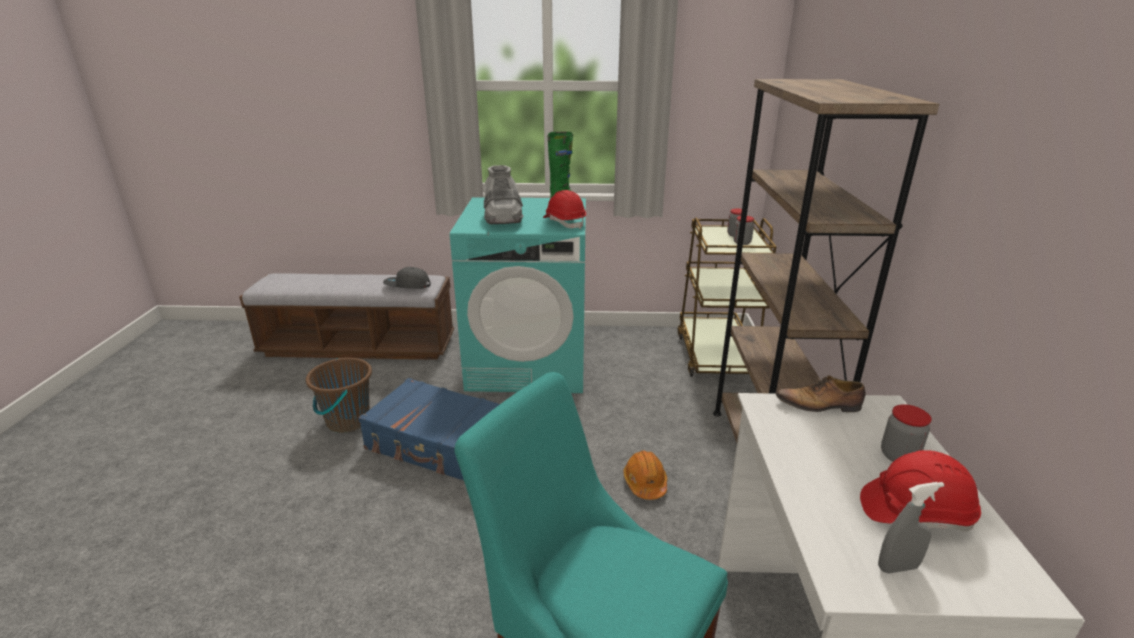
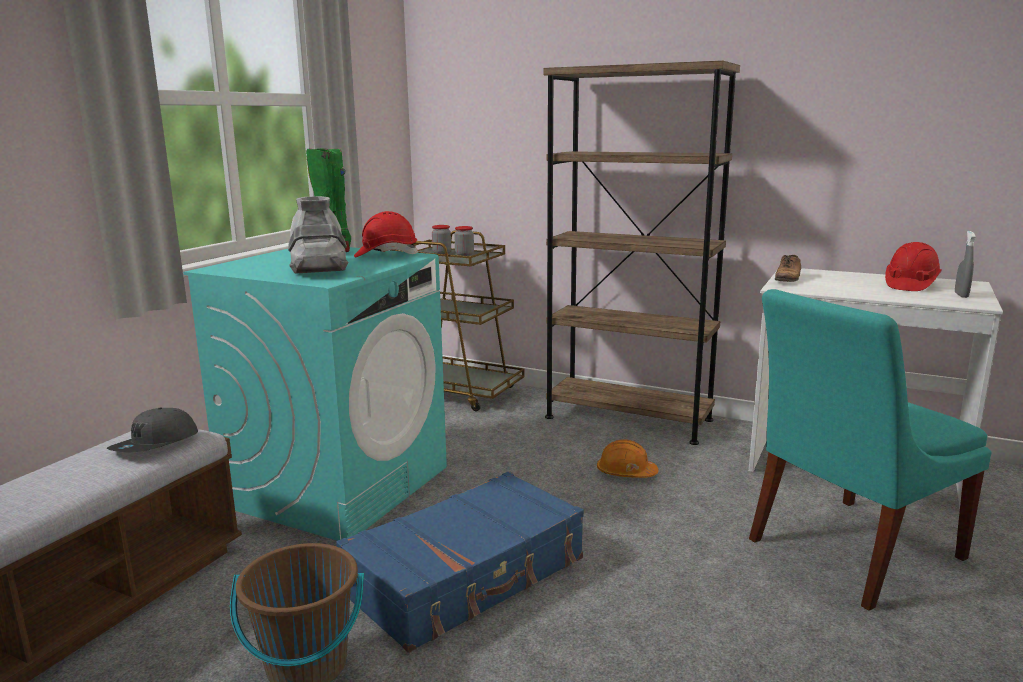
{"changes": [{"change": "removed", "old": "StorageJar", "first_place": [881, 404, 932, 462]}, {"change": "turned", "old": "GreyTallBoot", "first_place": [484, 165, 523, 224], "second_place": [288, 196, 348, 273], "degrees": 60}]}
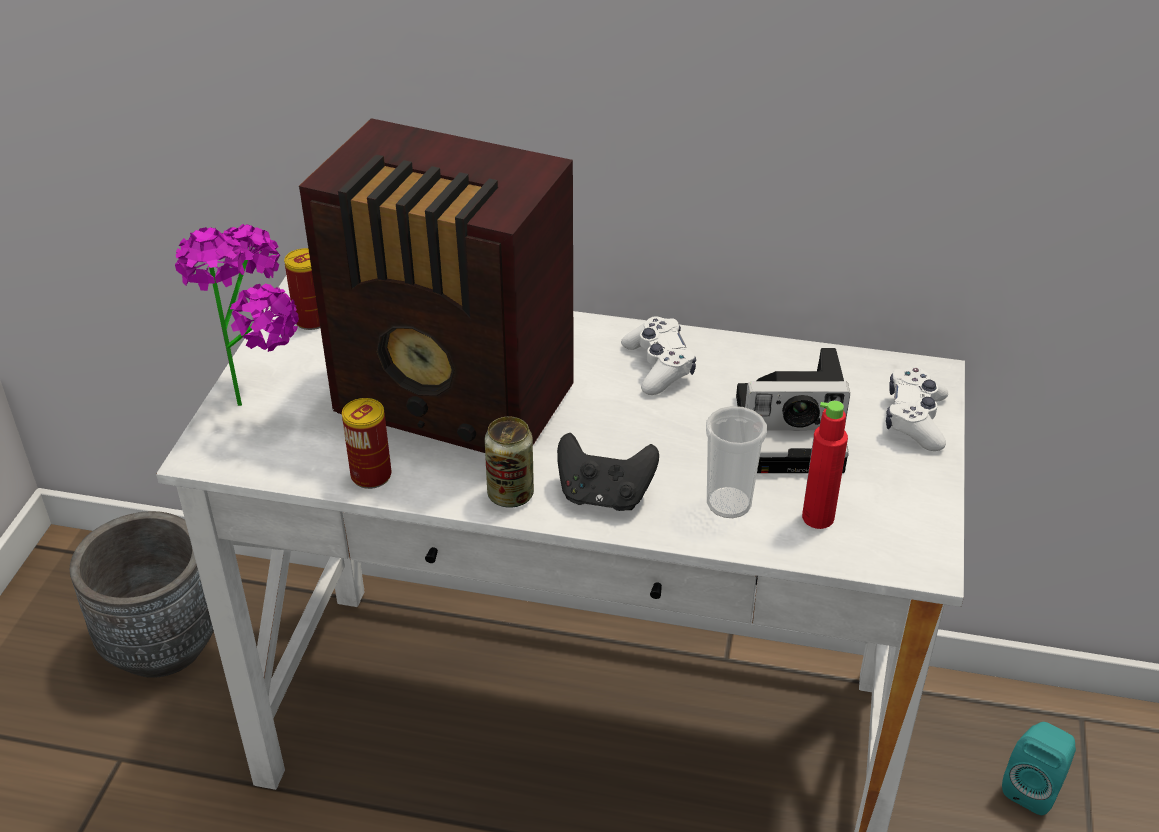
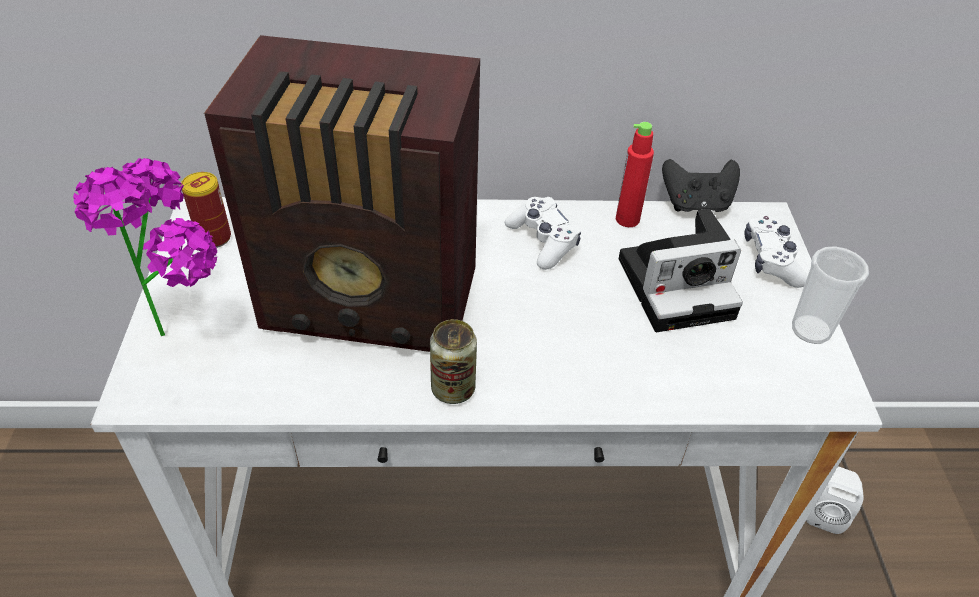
{"changes": [{"change": "removed", "old": "GreyPlantPot", "first_place": [70, 511, 214, 678]}, {"change": "removed", "old": "MetalCan", "first_place": [342, 398, 391, 489]}, {"change": "moved", "old": "BlackishJoypad", "first_place": [557, 433, 659, 511], "second_place": [662, 159, 740, 212]}, {"change": "moved", "old": "SmallCup", "first_place": [706, 406, 767, 518], "second_place": [792, 246, 869, 344]}, {"change": "moved", "old": "ReddishDrinkBottle", "first_place": [802, 401, 848, 529], "second_place": [616, 122, 654, 227]}, {"change": "recoloured", "old": "TurquoiseSpeaker", "new": "WhitishSpeaker", "first_place": [1002, 722, 1076, 815], "second_place": [806, 466, 864, 534]}]}
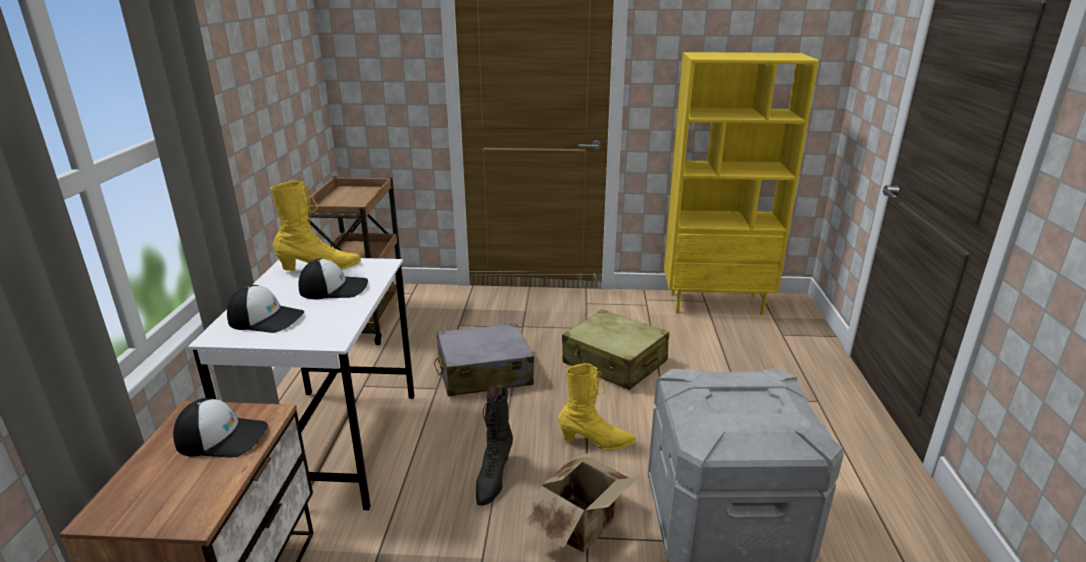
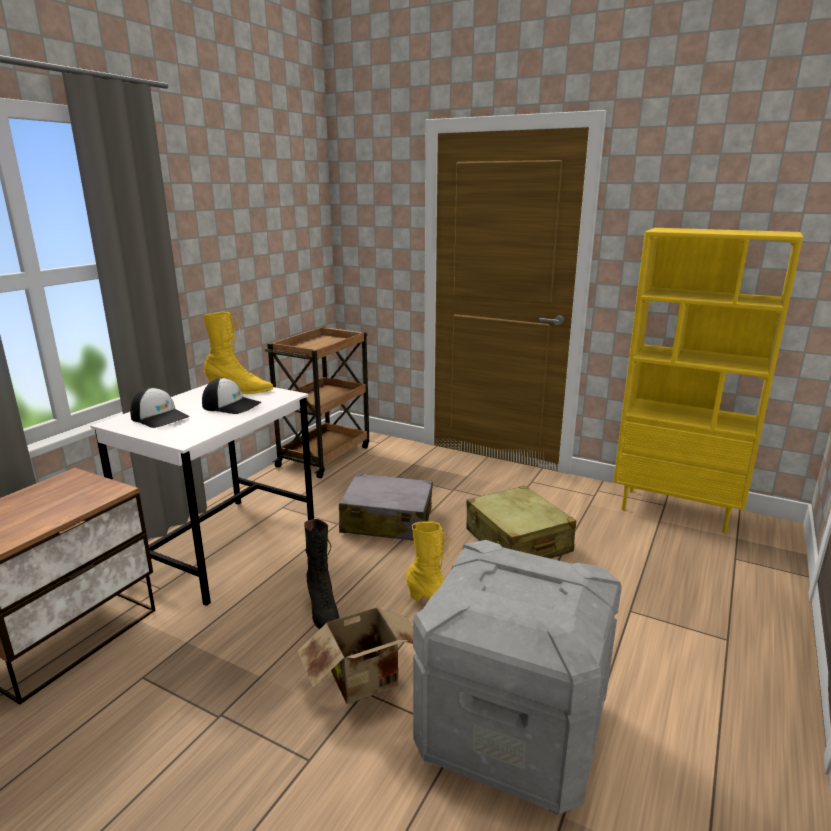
{"changes": [{"change": "removed", "old": "BaseballCap", "first_place": [173, 398, 268, 458]}, {"change": "turned", "old": "BlackishTallBoot", "first_place": [476, 385, 513, 506], "second_place": [304, 519, 339, 630], "degrees": -60}]}
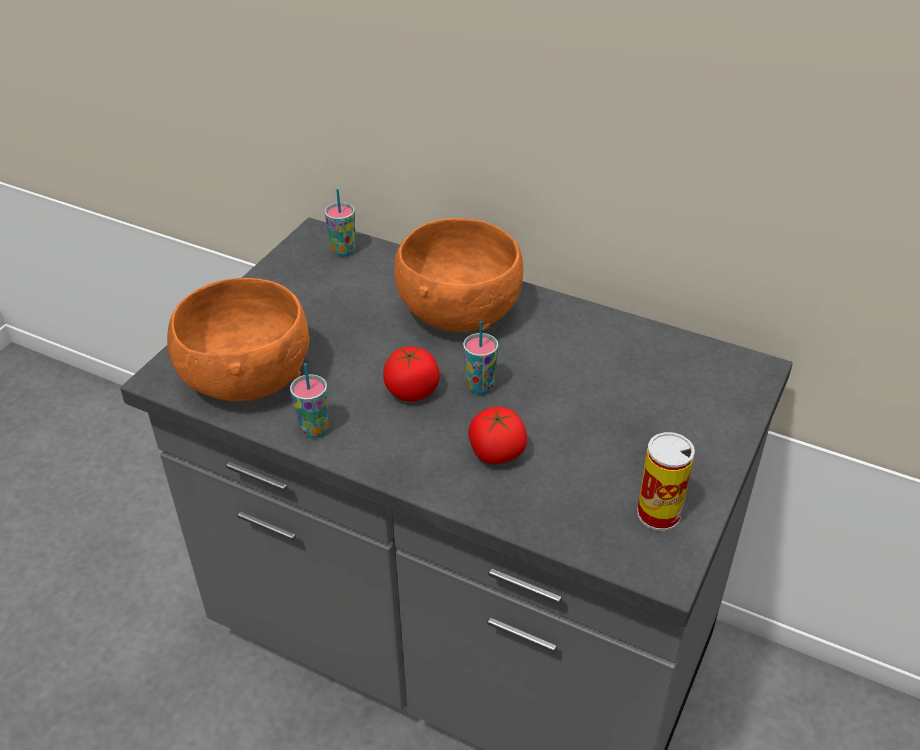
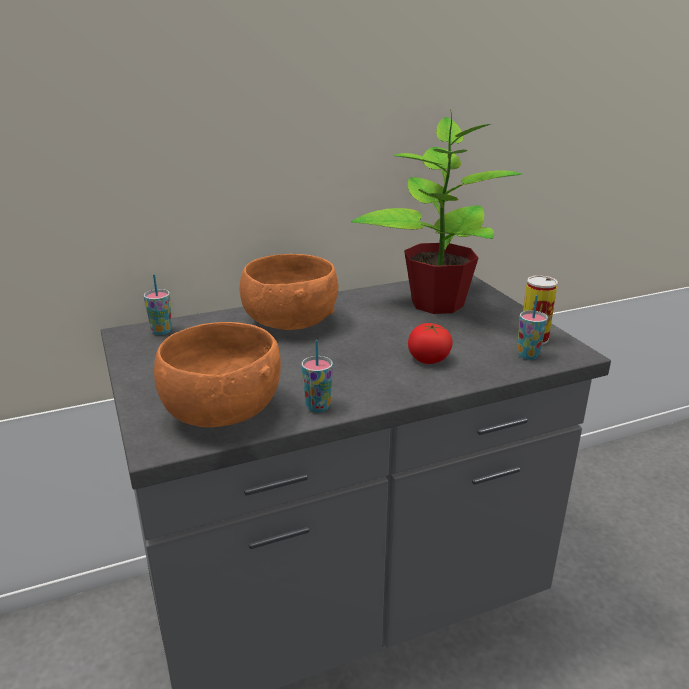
{"changes": [{"change": "removed", "old": "FreshTomato", "first_place": [383, 347, 440, 402]}, {"change": "added", "new": "Houseplant", "second_place": [351, 109, 522, 314]}, {"change": "moved", "old": "SmallCup", "first_place": [463, 321, 498, 394], "second_place": [517, 295, 548, 360]}]}
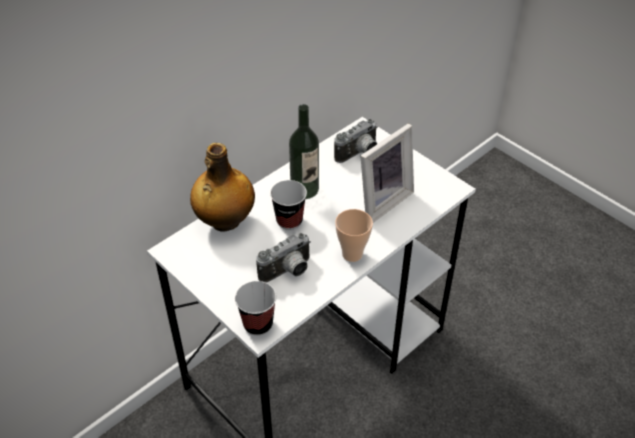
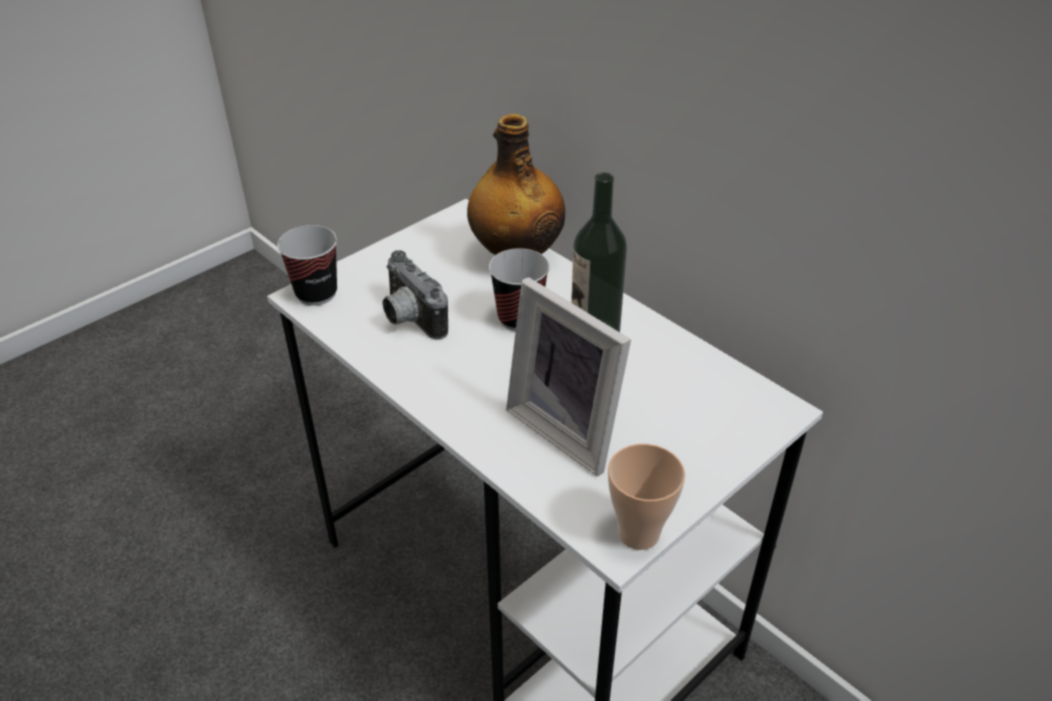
{"changes": [{"change": "removed", "old": "StillCamera", "first_place": [334, 119, 378, 163]}, {"change": "moved", "old": "SmallCup", "first_place": [335, 209, 373, 262], "second_place": [608, 444, 685, 550]}]}
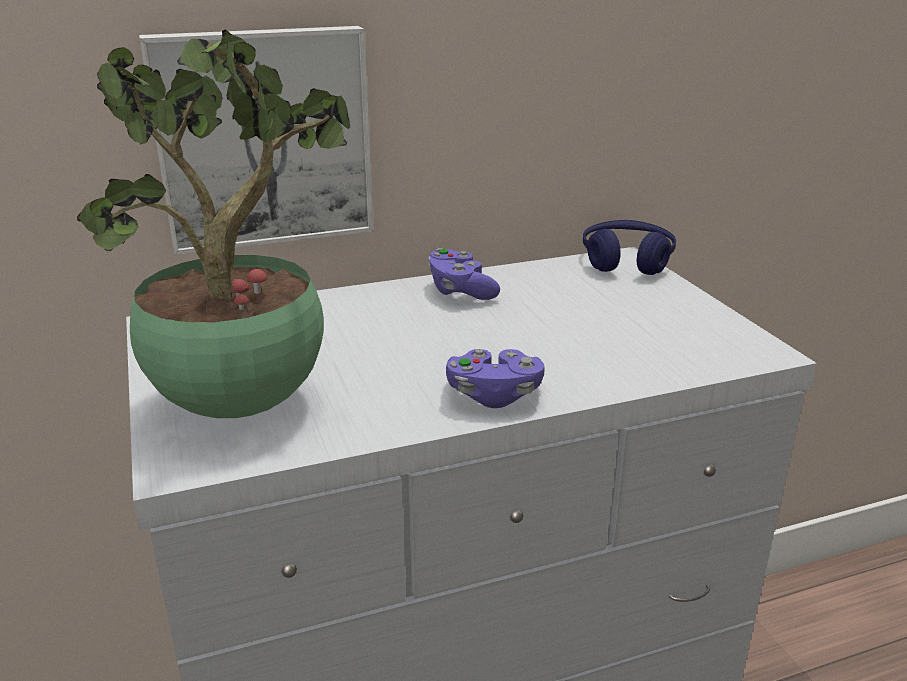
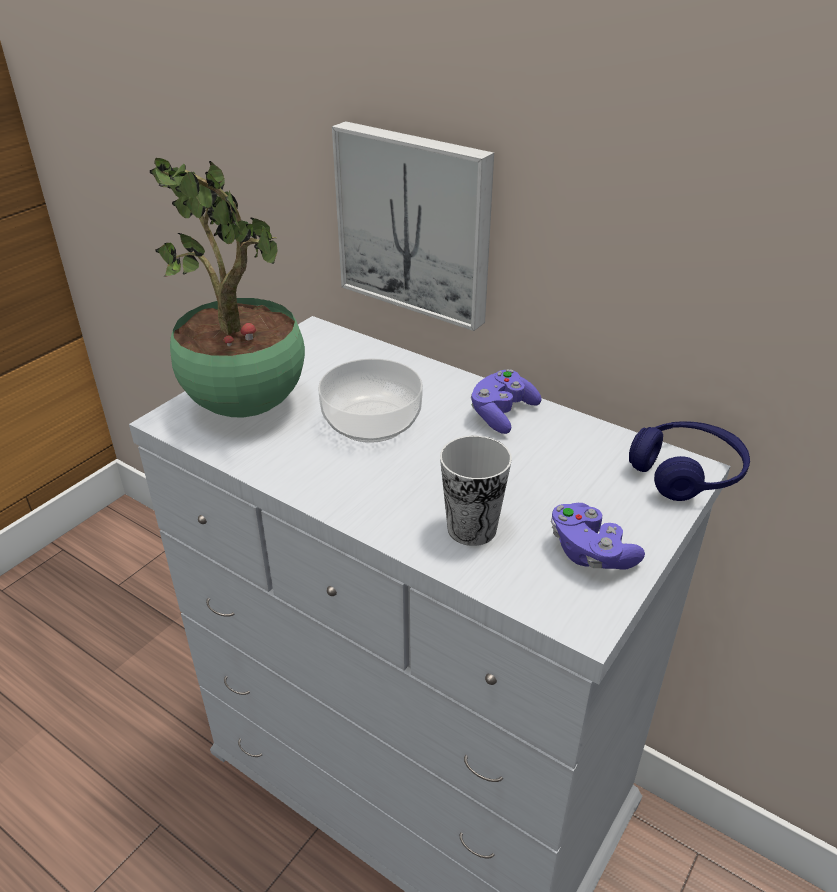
{"changes": [{"change": "added", "new": "Bowl", "second_place": [318, 359, 423, 443]}, {"change": "added", "new": "SmallCup", "second_place": [440, 435, 512, 546]}, {"change": "moved", "old": "PurpleJoypad", "first_place": [446, 349, 545, 408], "second_place": [551, 503, 645, 570]}]}
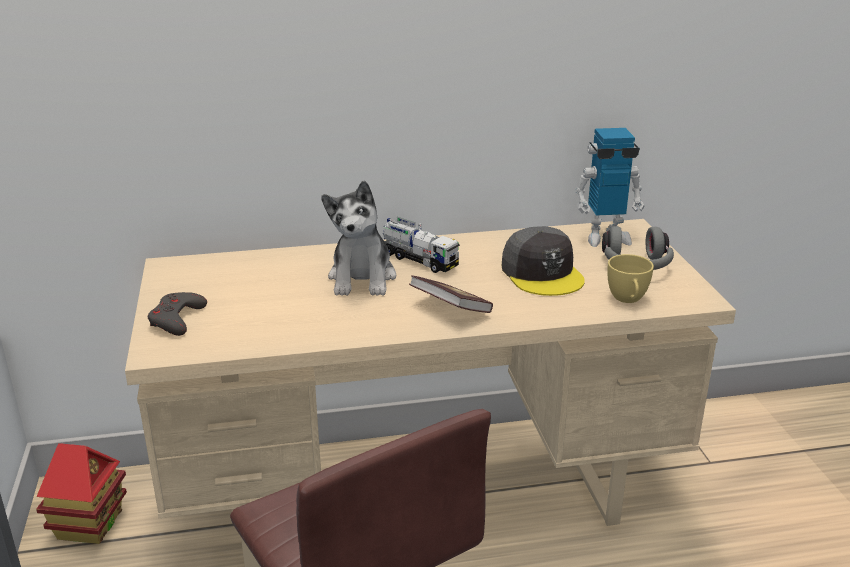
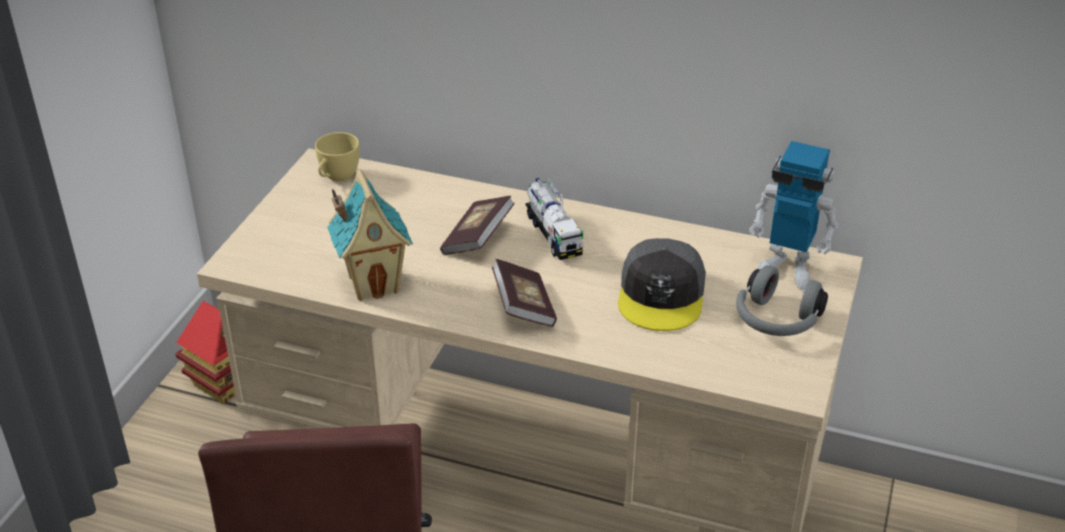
{"changes": [{"change": "removed", "old": "GreyJoypad", "first_place": [148, 292, 207, 336]}, {"change": "added", "new": "MiniatureHouse", "second_place": [327, 169, 413, 301]}, {"change": "moved", "old": "YellowishSmallCup", "first_place": [607, 254, 654, 303], "second_place": [315, 132, 360, 181]}, {"change": "replaced", "old": "CuddlyToy", "new": "Volume", "first_place": [321, 180, 397, 296], "second_place": [440, 196, 515, 255]}]}
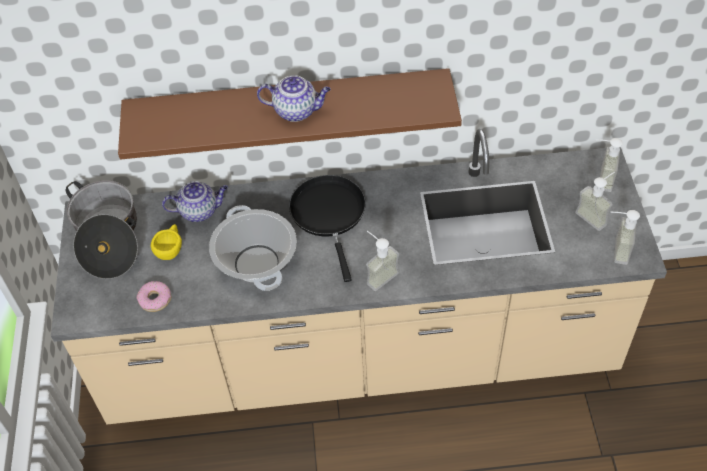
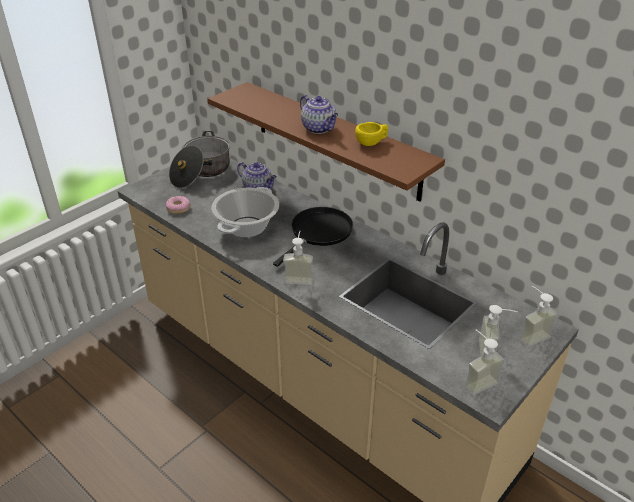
{"changes": [{"change": "moved", "old": "YellowishSmallCup", "first_place": [151, 224, 182, 260], "second_place": [355, 122, 388, 146]}]}
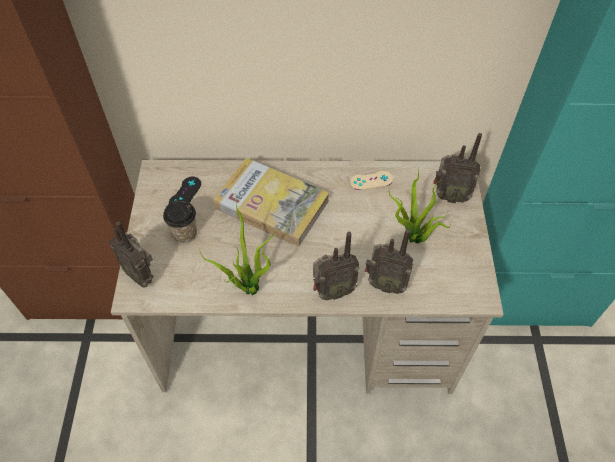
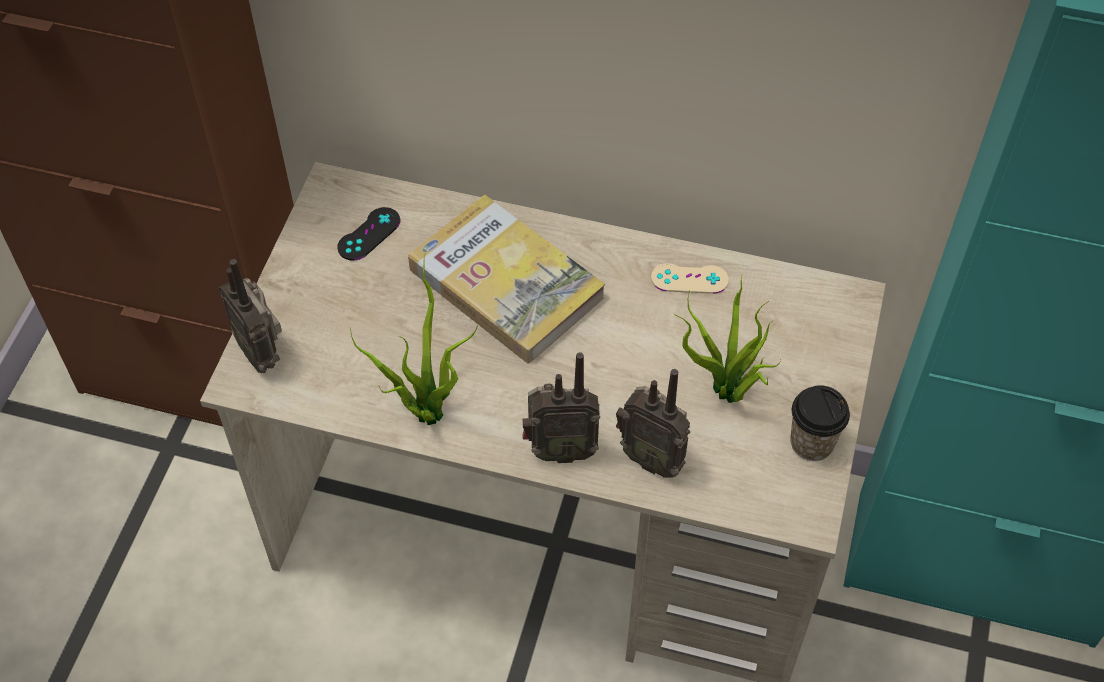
{"changes": [{"change": "removed", "old": "Radio", "first_place": [433, 133, 482, 203]}, {"change": "moved", "old": "SmallCup", "first_place": [163, 200, 197, 243], "second_place": [790, 385, 850, 461]}]}
